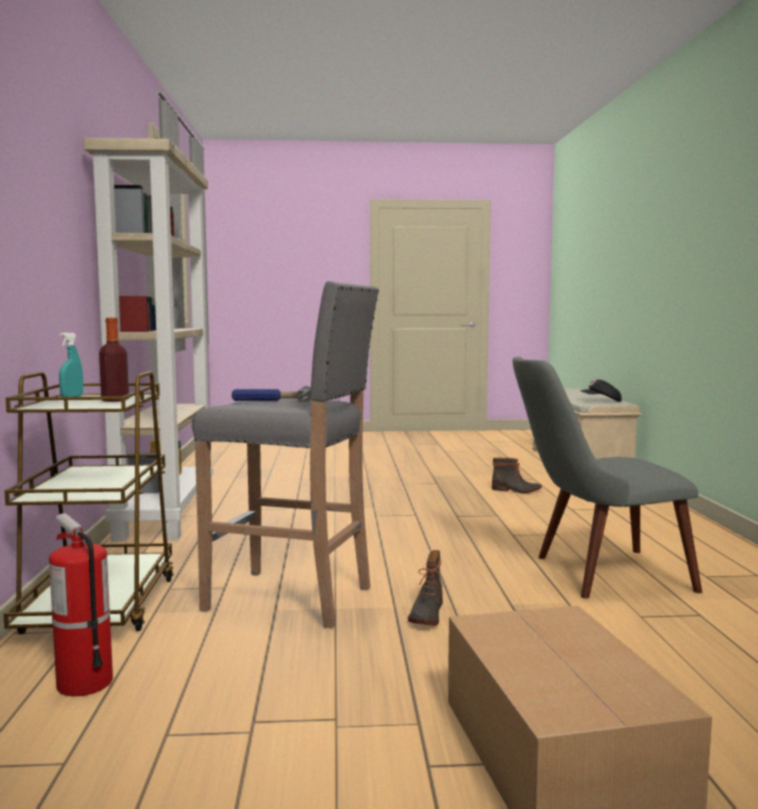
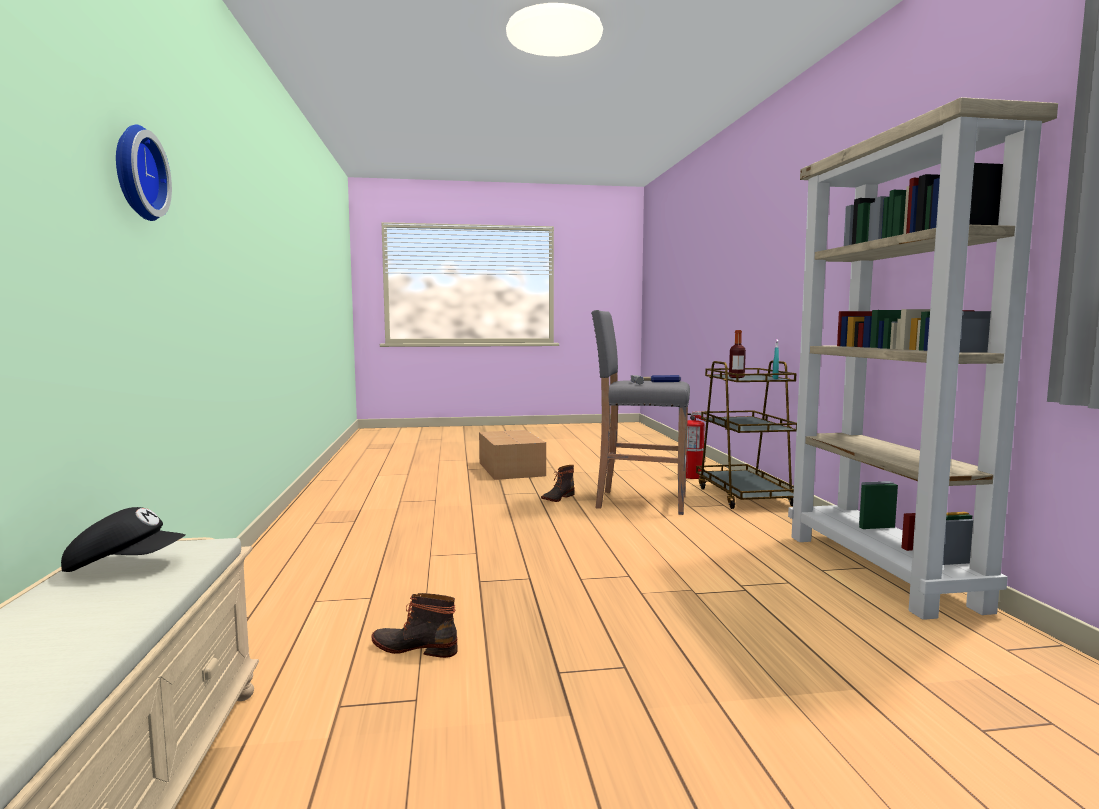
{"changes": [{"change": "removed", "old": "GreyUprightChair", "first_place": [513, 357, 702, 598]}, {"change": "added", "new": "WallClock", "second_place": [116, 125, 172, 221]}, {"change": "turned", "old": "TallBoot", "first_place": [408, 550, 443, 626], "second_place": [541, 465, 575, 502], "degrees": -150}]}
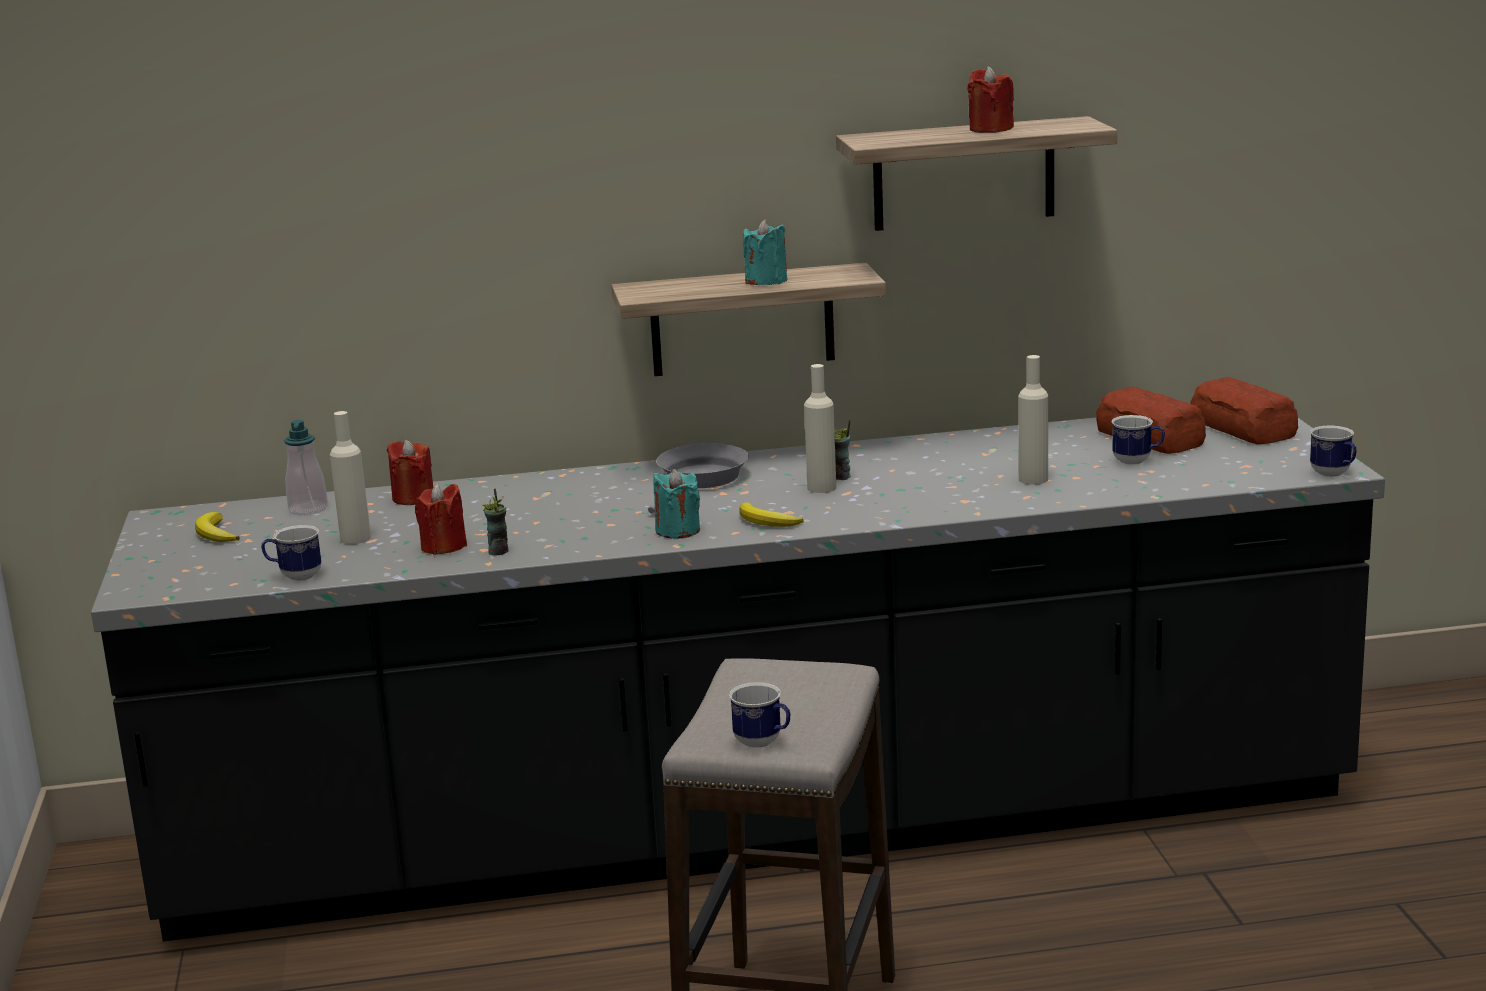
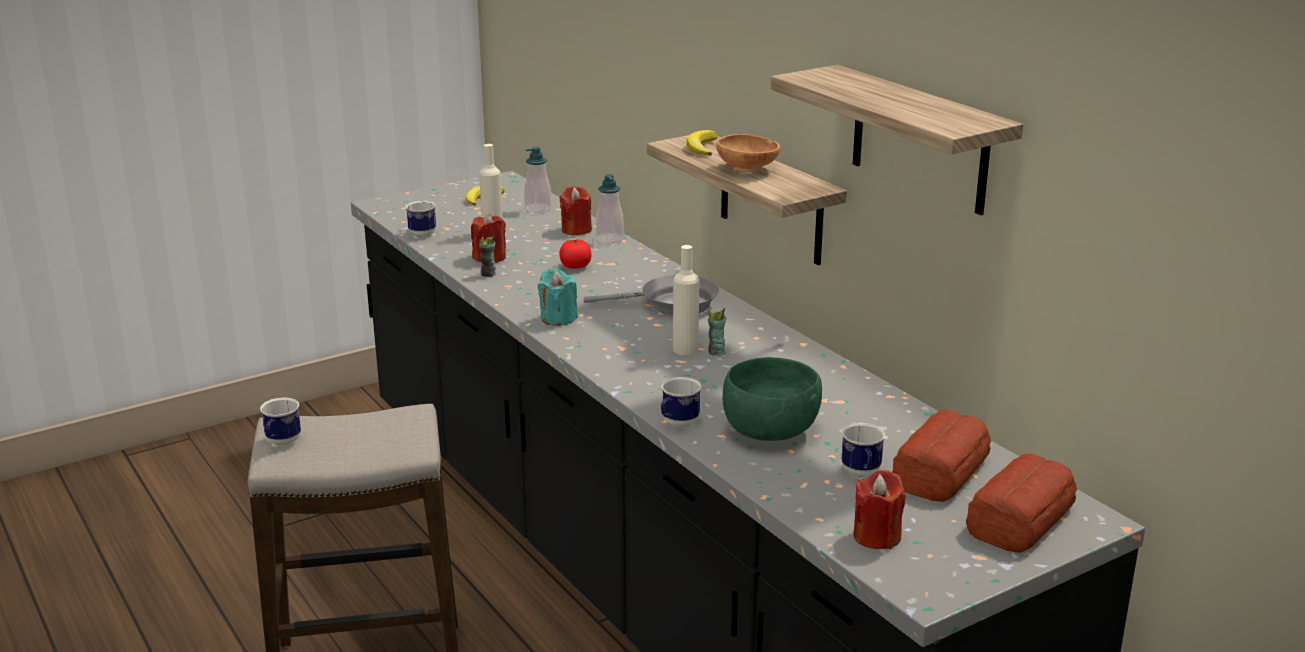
{"changes": [{"change": "added", "new": "FreshTomato", "second_place": [559, 239, 591, 268]}, {"change": "added", "new": "LiquidSoapBottle", "second_place": [596, 174, 624, 244]}, {"change": "moved", "old": "WholeBanana", "first_place": [739, 502, 804, 527], "second_place": [687, 130, 718, 156]}, {"change": "moved", "old": "ReddishWaxLight", "first_place": [968, 66, 1014, 133], "second_place": [853, 470, 906, 549]}, {"change": "moved", "old": "CoffeeMug", "first_place": [1310, 426, 1357, 477], "second_place": [661, 377, 701, 428]}, {"change": "replaced", "old": "TurquoiseWaxLight", "new": "BrownColouredBowl", "first_place": [743, 219, 787, 285], "second_place": [716, 134, 780, 172]}, {"change": "replaced", "old": "BeigeDrinkBottle", "new": "GreenColouredBowl", "first_place": [1018, 355, 1048, 485], "second_place": [723, 357, 822, 441]}]}
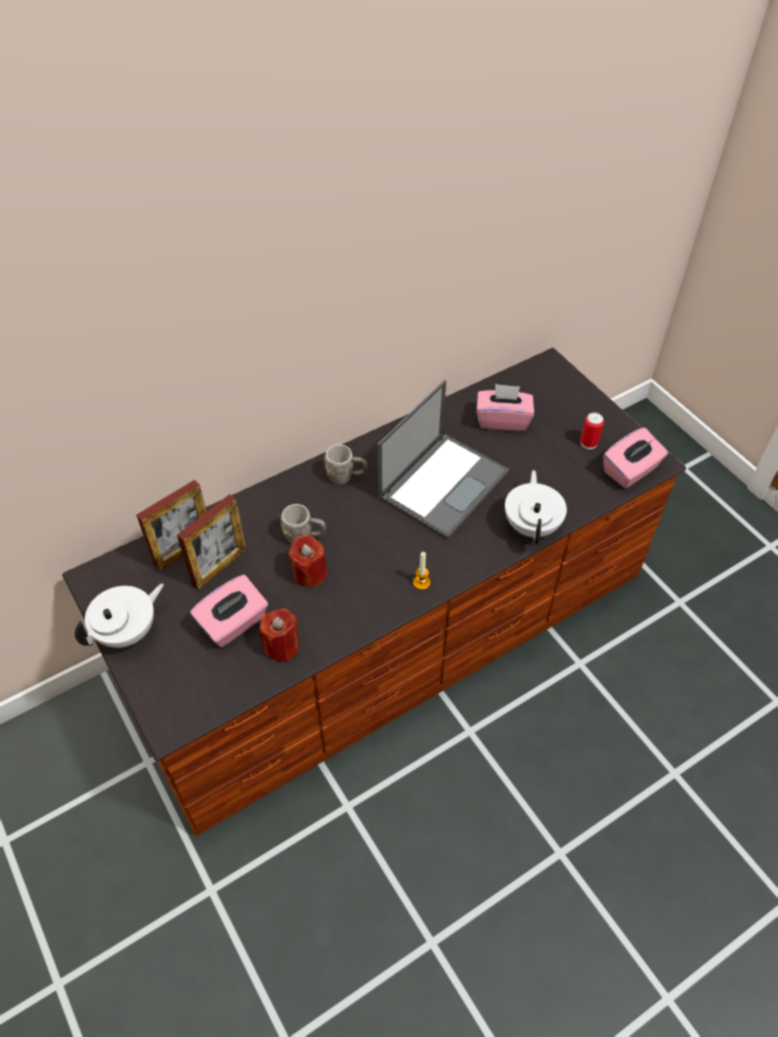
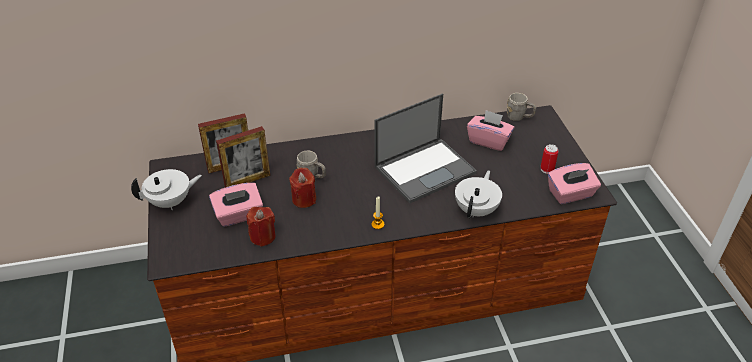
{"changes": [{"change": "moved", "old": "GreyCoffeeMug", "first_place": [324, 445, 367, 484], "second_place": [507, 93, 536, 121]}]}
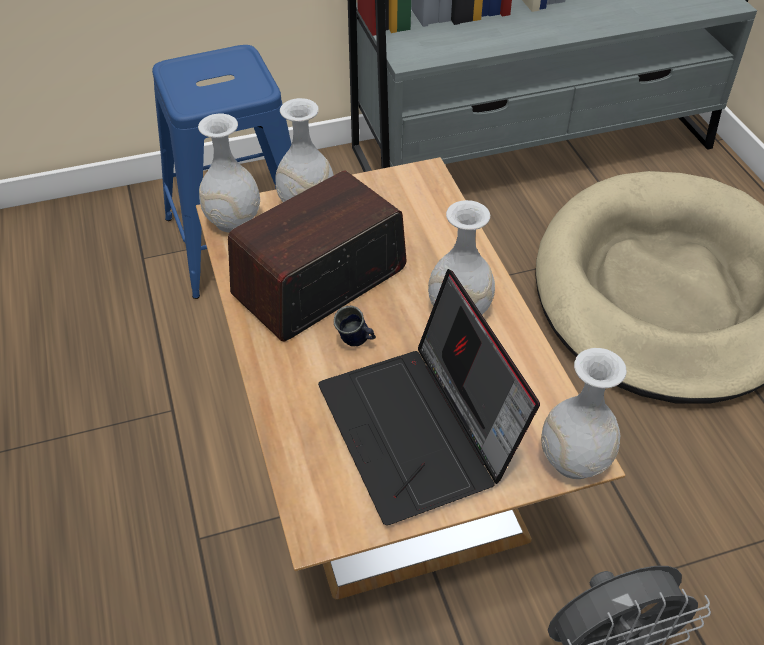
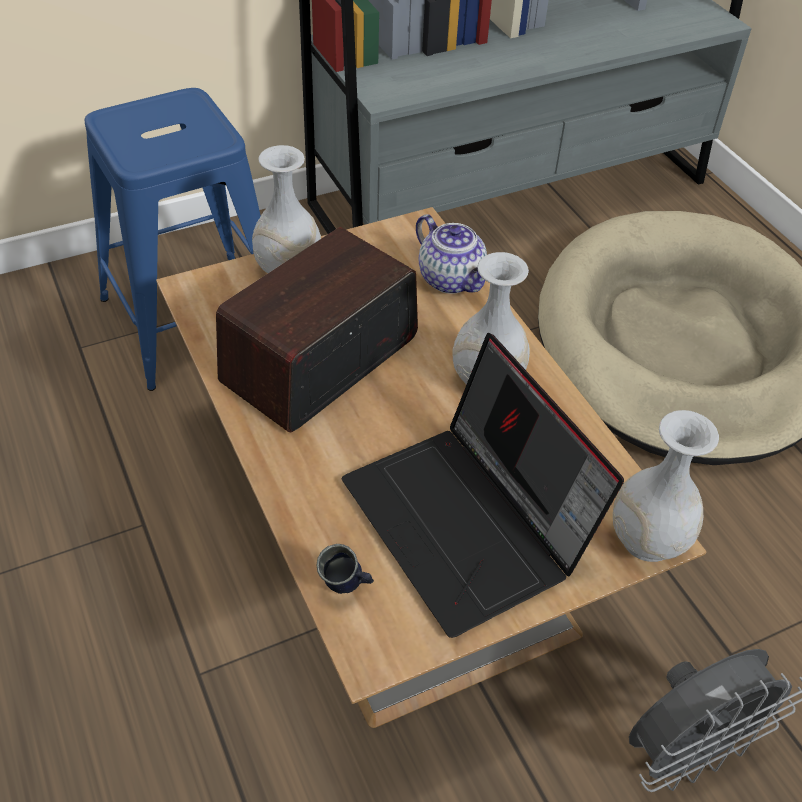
{"changes": [{"change": "removed", "old": "WhitishFlowerVase", "first_place": [198, 114, 260, 233]}, {"change": "added", "new": "TeaPot", "second_place": [416, 214, 487, 294]}, {"change": "moved", "old": "BluishCoffeeMug", "first_place": [334, 306, 376, 346], "second_place": [317, 544, 374, 594]}]}
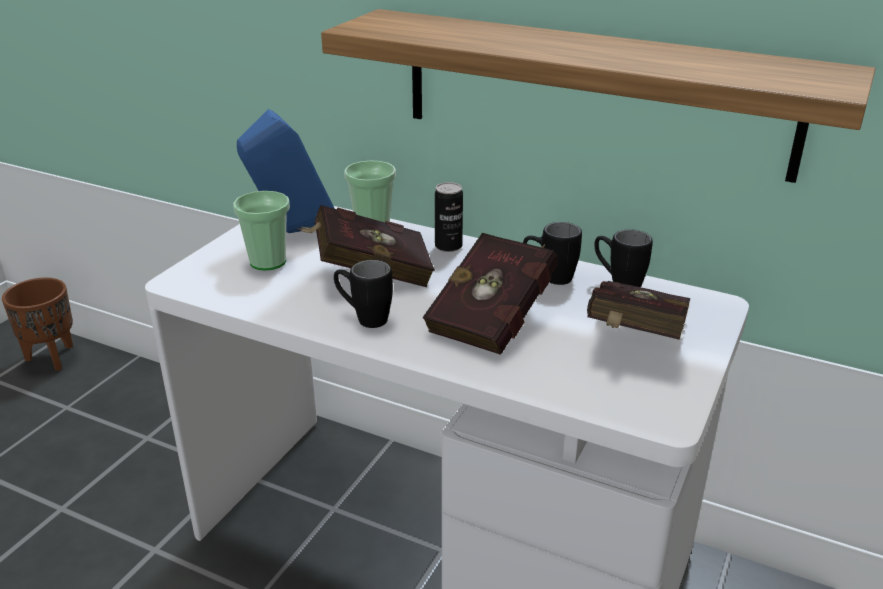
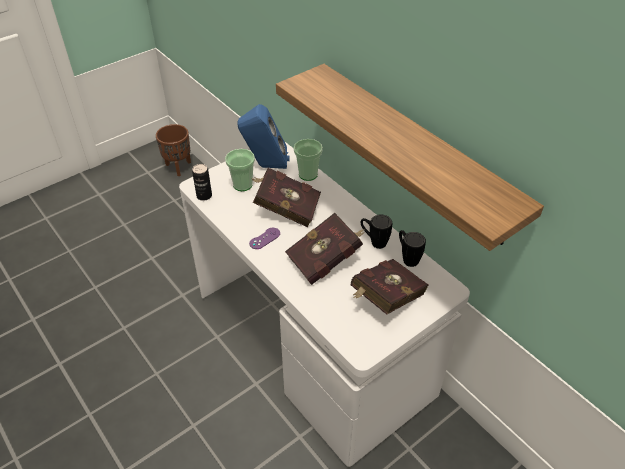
{"changes": [{"change": "moved", "old": "MetalCan", "first_place": [435, 182, 463, 252], "second_place": [192, 164, 212, 201]}, {"change": "replaced", "old": "BlackishCoffeeMug", "new": "PurpleJoypad", "first_place": [334, 260, 393, 328], "second_place": [249, 228, 280, 249]}]}
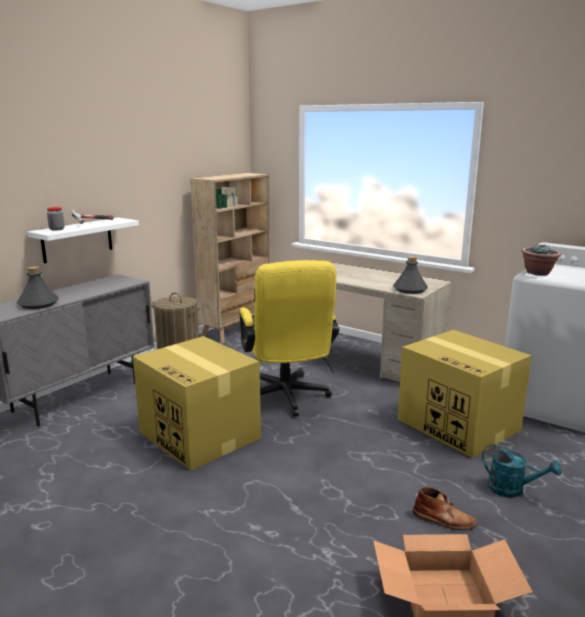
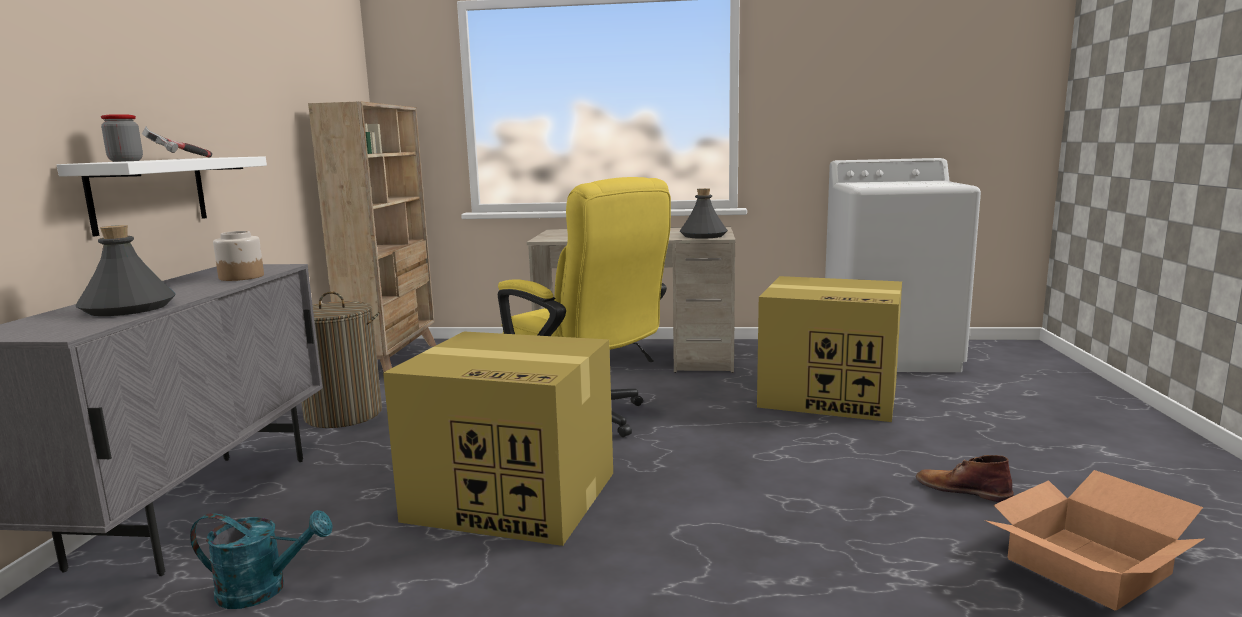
{"changes": [{"change": "removed", "old": "Houseplant", "first_place": [521, 244, 561, 276]}, {"change": "added", "new": "StorageJar", "second_place": [213, 231, 264, 281]}, {"change": "moved", "old": "TurquoiseWateringCan", "first_place": [482, 444, 561, 498], "second_place": [190, 510, 333, 609]}, {"change": "turned", "old": "BrownColouredTallBoot", "first_place": [413, 487, 477, 531], "second_place": [916, 455, 1014, 502], "degrees": -135}]}
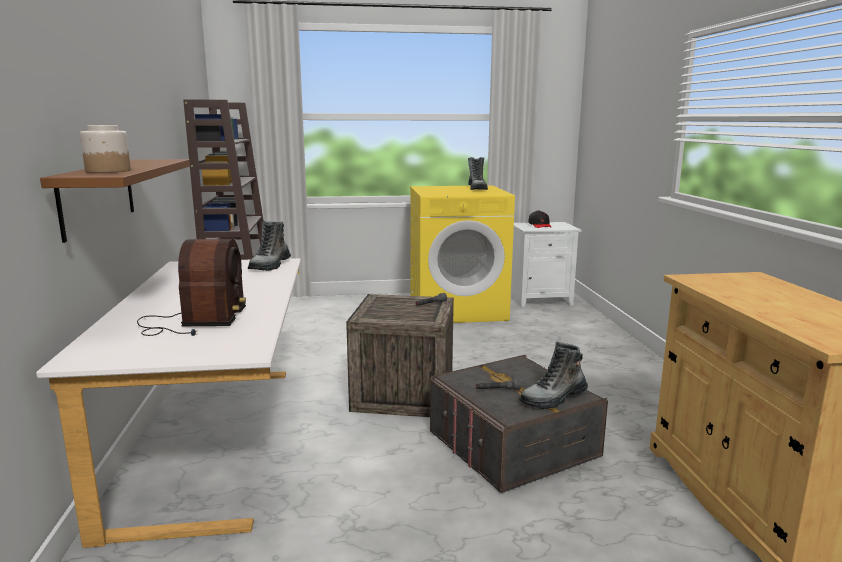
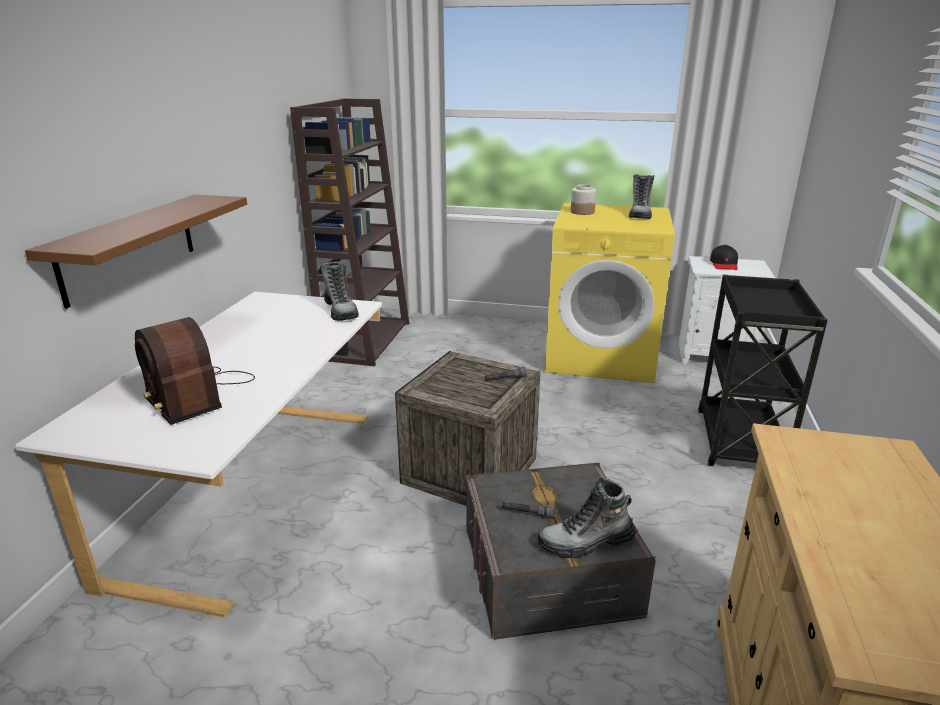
{"changes": [{"change": "added", "new": "BlackishWheeledCart", "second_place": [698, 275, 828, 466]}, {"change": "moved", "old": "StorageJar", "first_place": [80, 125, 131, 173], "second_place": [571, 184, 596, 215]}, {"change": "turned", "old": "Radio", "first_place": [137, 239, 246, 336], "second_place": [135, 317, 255, 425], "degrees": 120}, {"change": "turned", "old": "TallBoot", "first_place": [248, 221, 291, 271], "second_place": [320, 261, 359, 321], "degrees": -60}]}
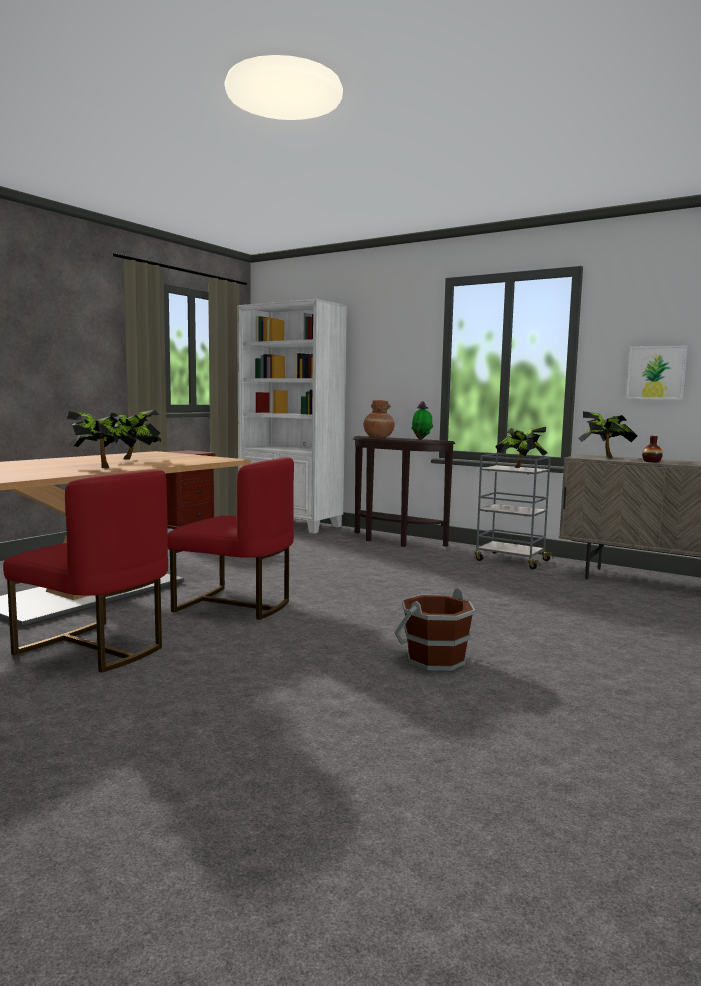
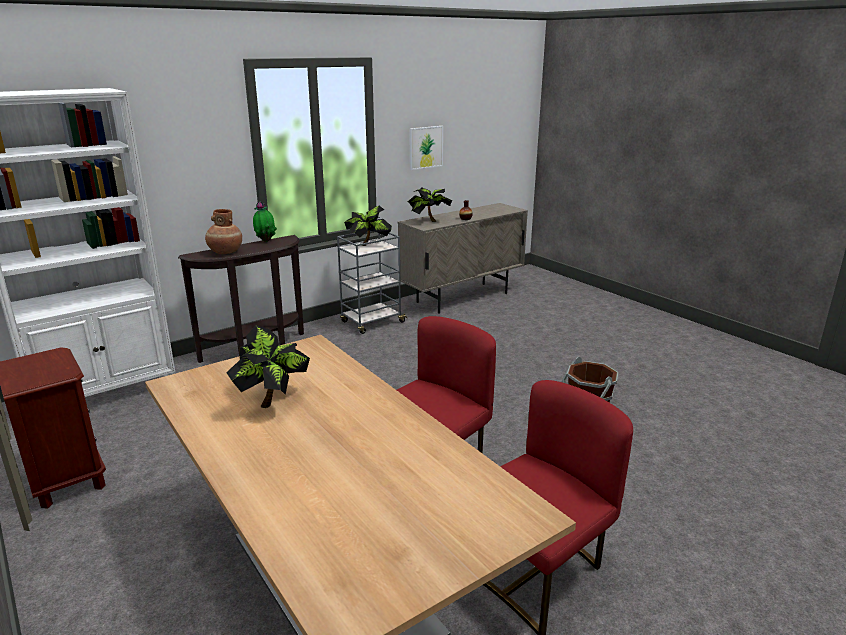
{"changes": [{"change": "removed", "old": "Houseplant", "first_place": [67, 411, 137, 468]}]}
